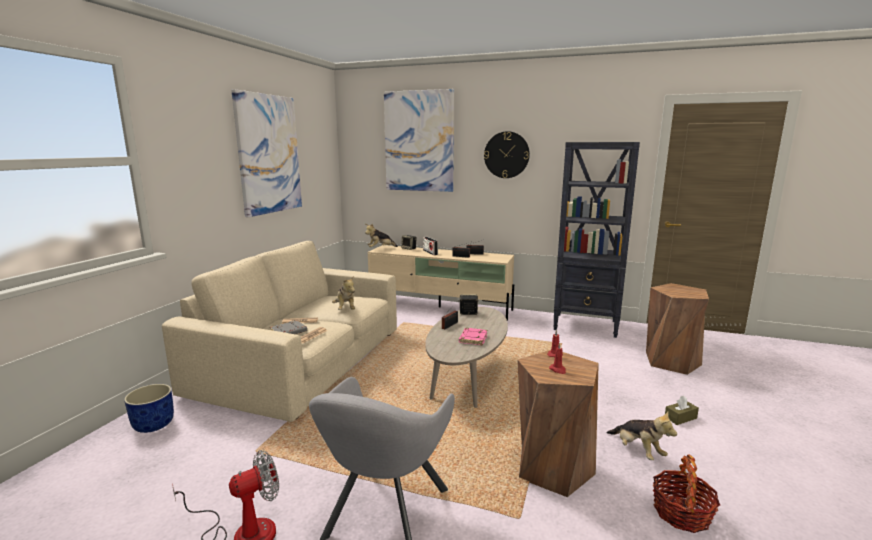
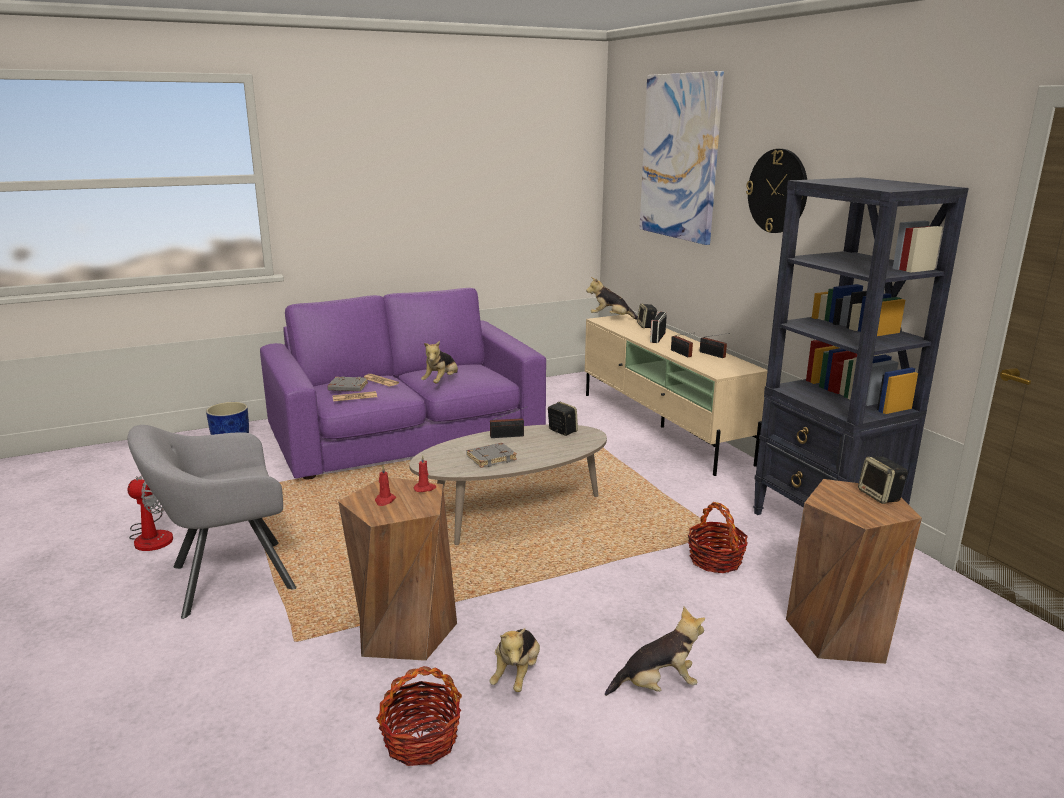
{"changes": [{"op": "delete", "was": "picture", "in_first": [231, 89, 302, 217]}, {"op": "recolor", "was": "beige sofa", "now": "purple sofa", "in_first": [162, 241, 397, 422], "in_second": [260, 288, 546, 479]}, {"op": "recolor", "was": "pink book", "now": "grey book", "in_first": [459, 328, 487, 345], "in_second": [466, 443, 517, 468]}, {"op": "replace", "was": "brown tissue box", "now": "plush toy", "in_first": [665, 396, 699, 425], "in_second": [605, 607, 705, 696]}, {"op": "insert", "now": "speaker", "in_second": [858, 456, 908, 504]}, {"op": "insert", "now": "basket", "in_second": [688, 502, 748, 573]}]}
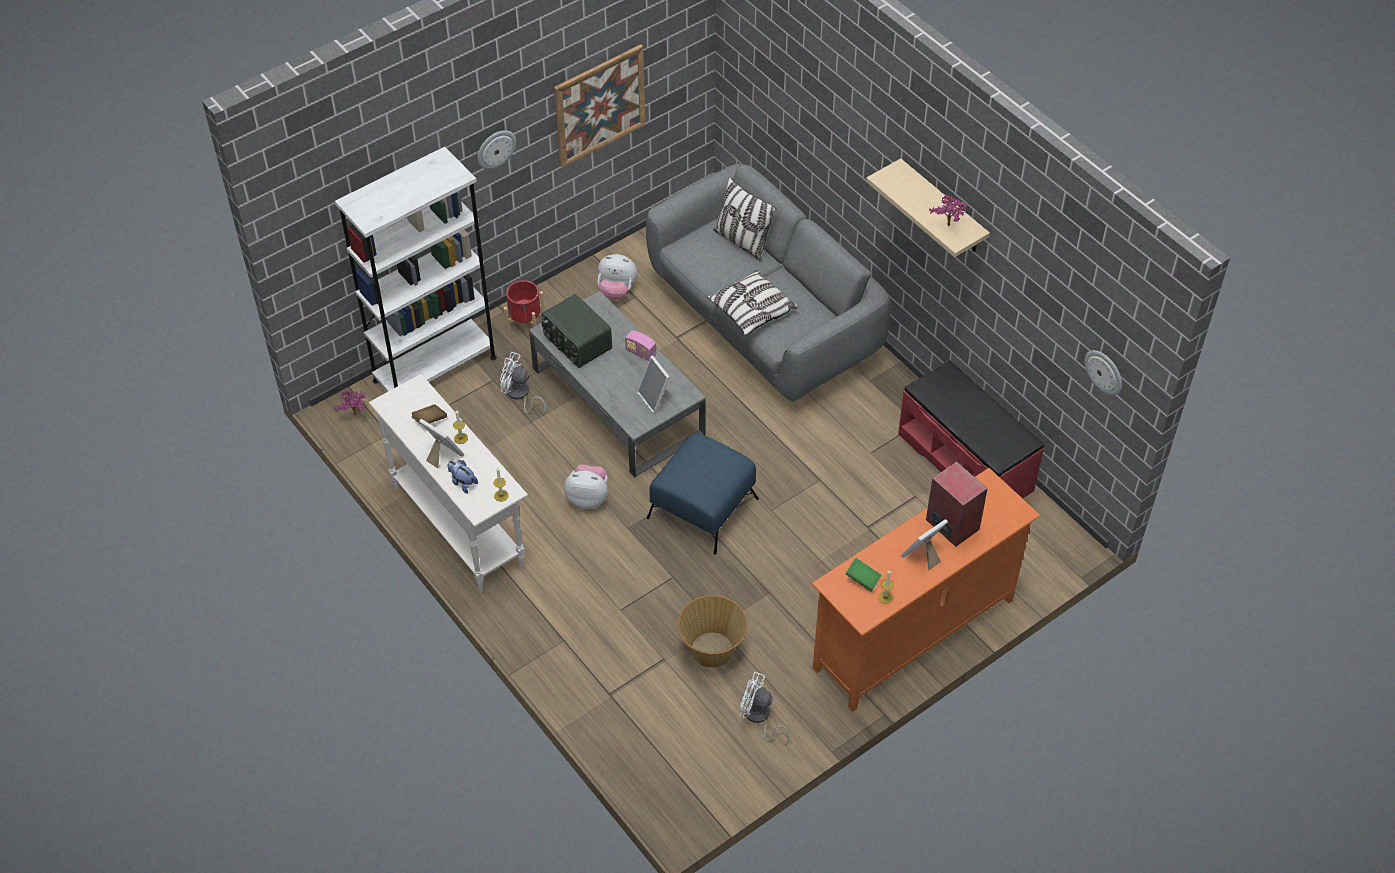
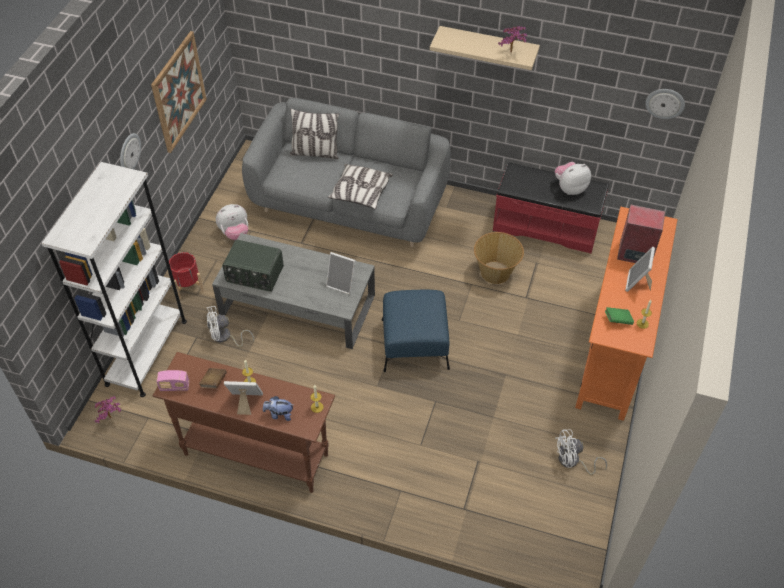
{"changes": [{"op": "move", "was": "radio", "in_first": [625, 330, 657, 361], "in_second": [156, 370, 189, 391]}, {"op": "recolor", "was": "white console table", "now": "brown console table", "in_first": [369, 374, 528, 592], "in_second": [153, 352, 335, 493]}, {"op": "move", "was": "plush toy", "in_first": [564, 464, 608, 509], "in_second": [555, 162, 591, 195]}, {"op": "move", "was": "basket", "in_first": [677, 595, 748, 668], "in_second": [474, 232, 524, 284]}]}
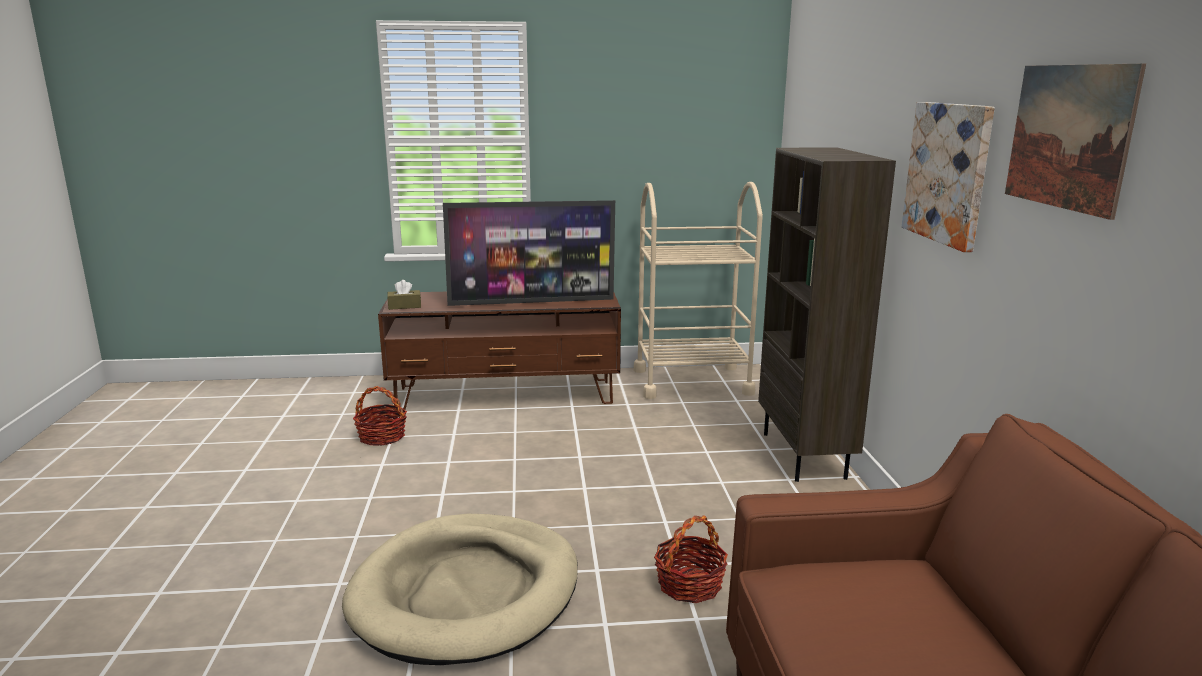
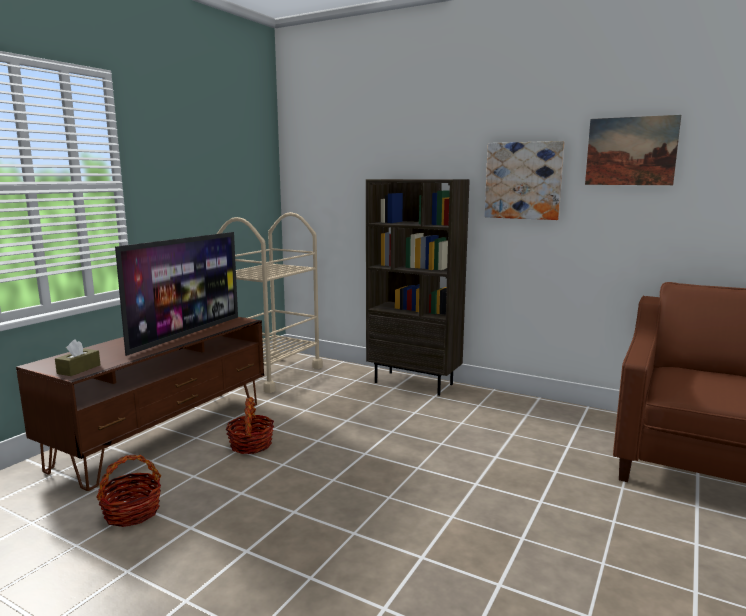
{"changes": [{"op": "delete", "was": "beige dog bed", "in_first": [342, 514, 578, 665]}, {"op": "move", "was": "basket", "in_first": [654, 516, 728, 603], "in_second": [226, 397, 274, 454]}]}
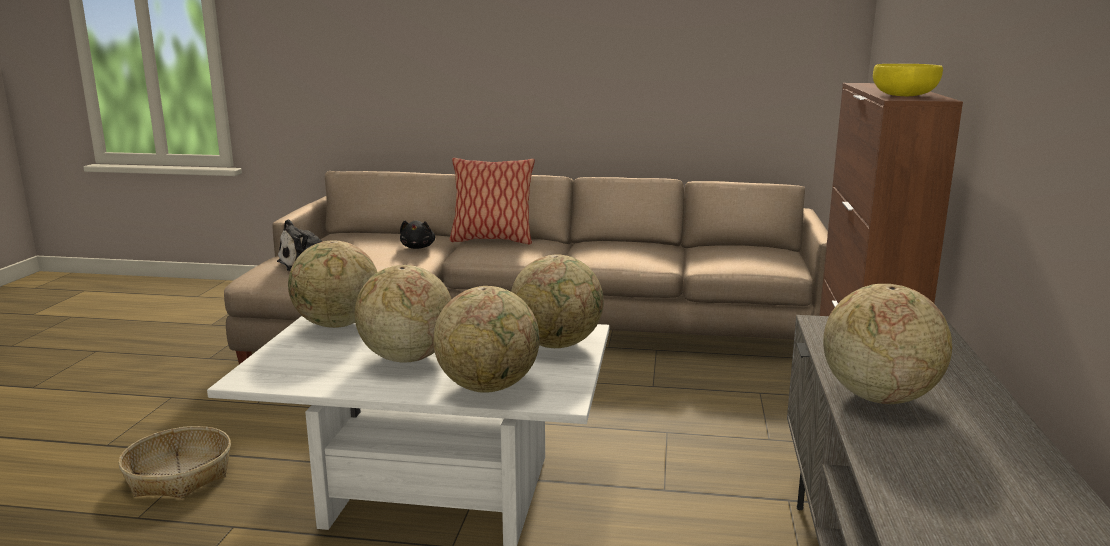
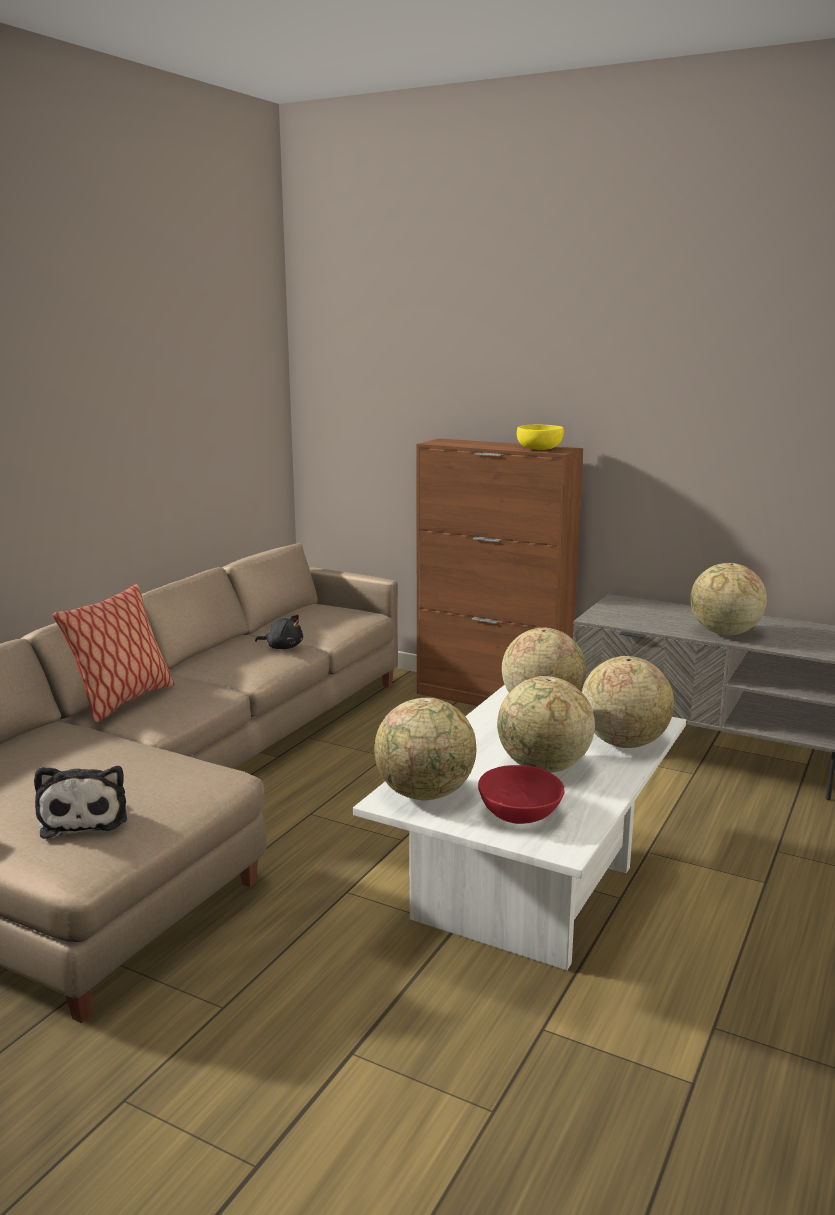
{"changes": [{"op": "move", "was": "black plush toy", "in_first": [400, 220, 435, 249], "in_second": [255, 614, 303, 649]}, {"op": "delete", "was": "basket", "in_first": [119, 426, 231, 498]}, {"op": "insert", "now": "red bowl", "in_second": [478, 765, 565, 824]}]}
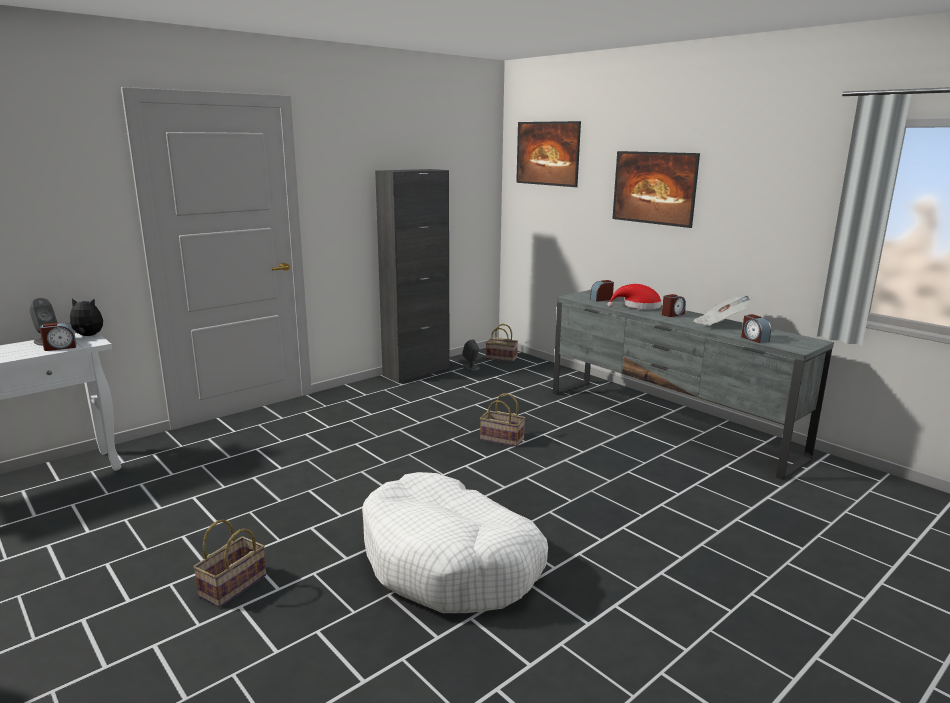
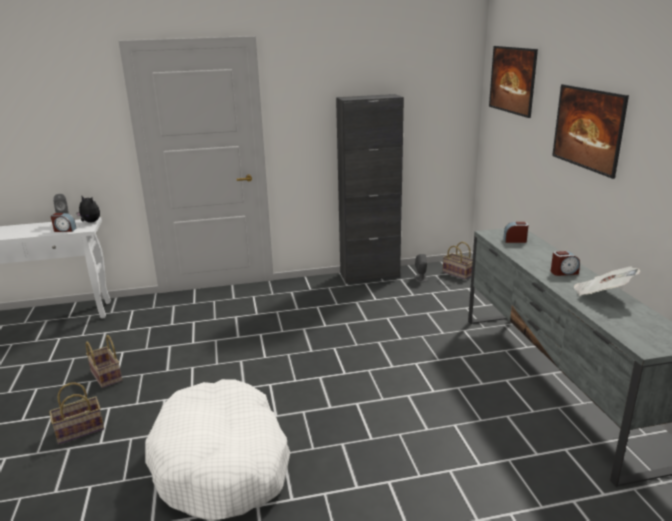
{"changes": [{"op": "delete", "was": "red hat", "in_first": [607, 284, 662, 309]}, {"op": "delete", "was": "alarm clock", "in_first": [741, 314, 771, 343]}, {"op": "move", "was": "basket", "in_first": [480, 393, 525, 447], "in_second": [86, 335, 122, 388]}]}
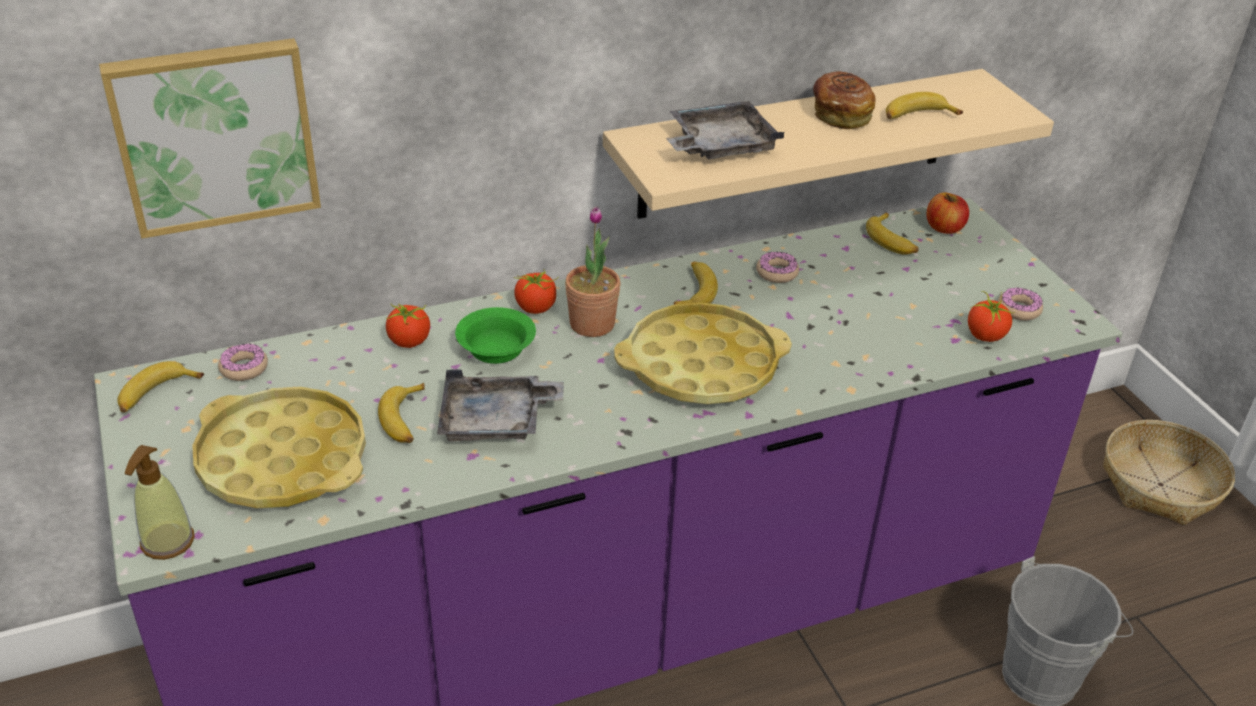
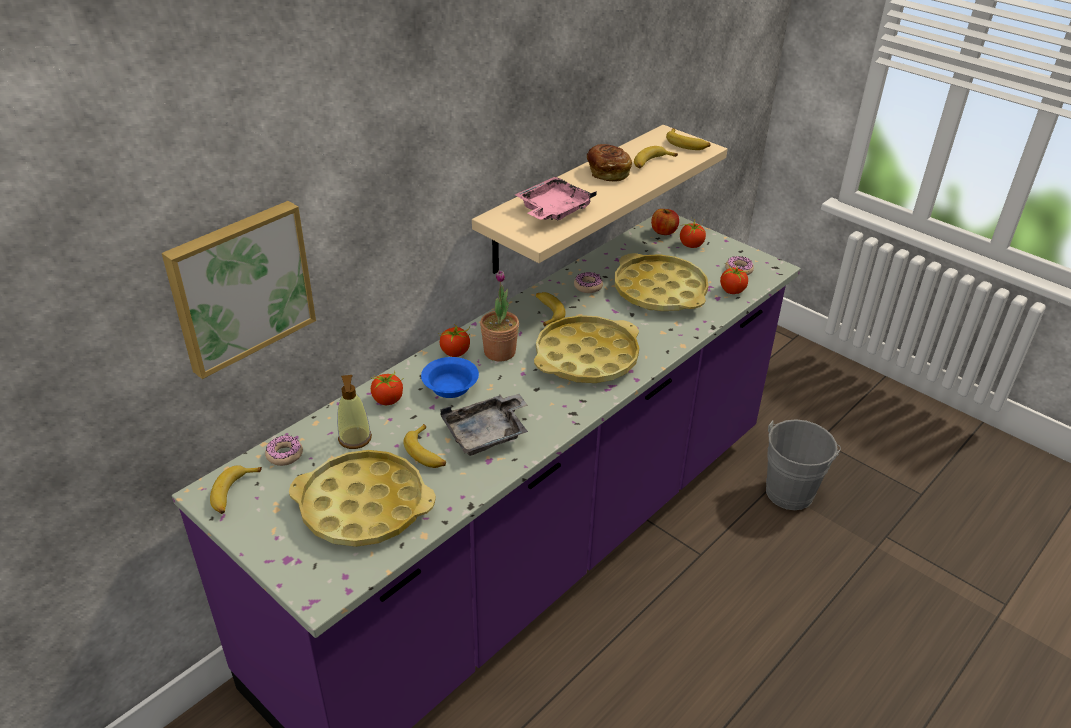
{"changes": [{"op": "recolor", "was": "grey tray", "now": "pink tray", "in_first": [666, 101, 784, 159], "in_second": [515, 176, 597, 220]}, {"op": "move", "was": "banana", "in_first": [866, 212, 919, 255], "in_second": [666, 128, 710, 150]}, {"op": "recolor", "was": "green bowl", "now": "blue bowl", "in_first": [455, 307, 536, 364], "in_second": [421, 357, 479, 398]}, {"op": "delete", "was": "basket", "in_first": [1103, 420, 1235, 525]}, {"op": "move", "was": "soap dispenser", "in_first": [125, 445, 195, 560], "in_second": [337, 375, 372, 449]}, {"op": "insert", "now": "tomato", "in_second": [680, 218, 706, 248]}, {"op": "insert", "now": "yellow tray", "in_second": [615, 253, 708, 311]}]}
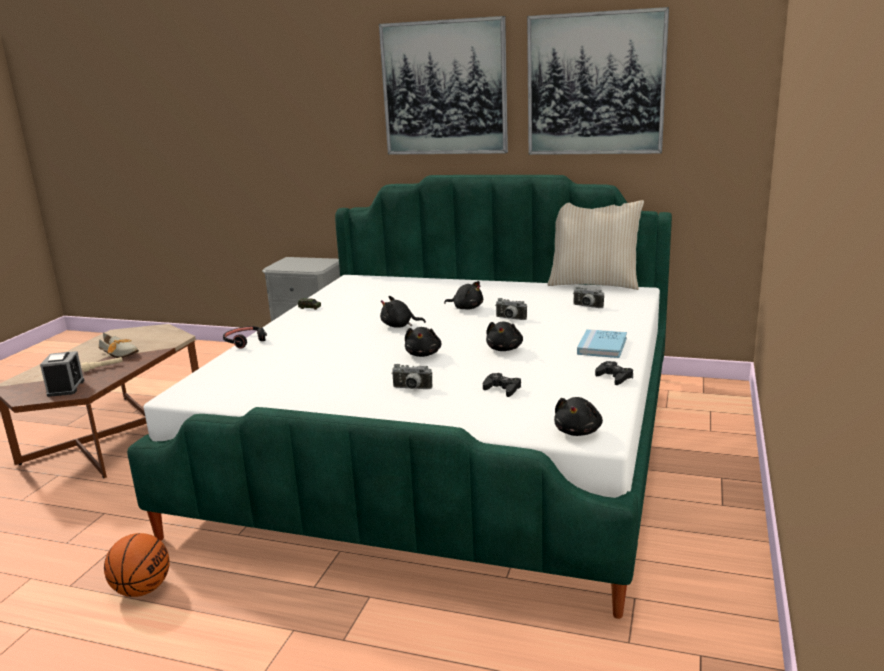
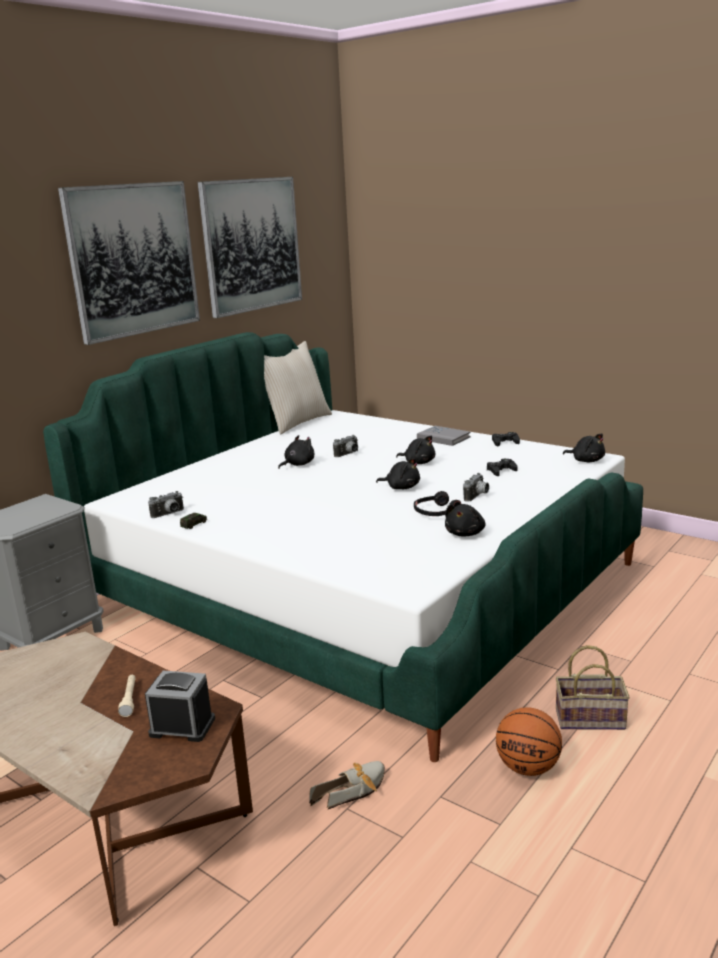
{"changes": [{"op": "move", "was": "photo camera", "in_first": [573, 286, 604, 308], "in_second": [148, 491, 184, 518]}, {"op": "move", "was": "black plush toy", "in_first": [380, 296, 426, 327], "in_second": [445, 504, 485, 536]}, {"op": "move", "was": "black headphones", "in_first": [223, 326, 267, 349], "in_second": [414, 491, 461, 516]}, {"op": "recolor", "was": "blue book", "now": "grey book", "in_first": [577, 329, 627, 358], "in_second": [417, 426, 471, 446]}, {"op": "move", "was": "shoe", "in_first": [98, 333, 139, 358], "in_second": [309, 761, 385, 809]}, {"op": "insert", "now": "basket", "in_second": [556, 645, 630, 730]}]}
